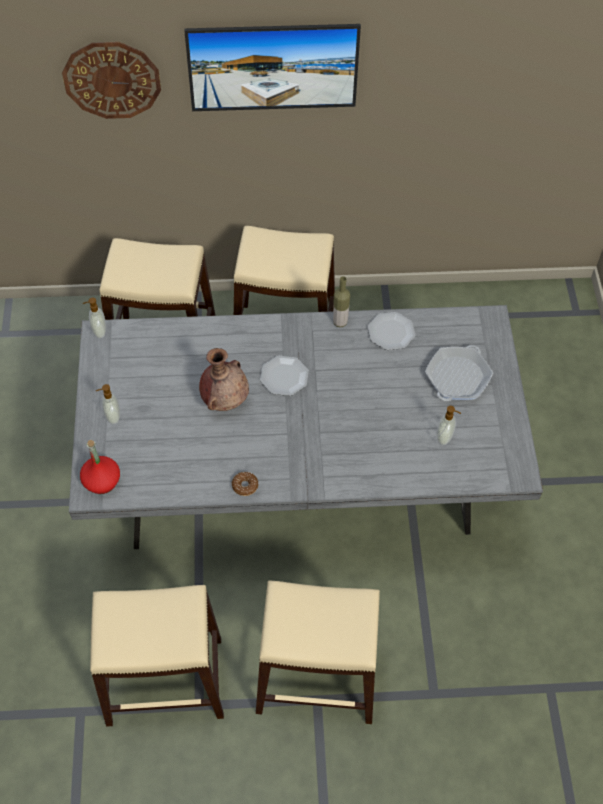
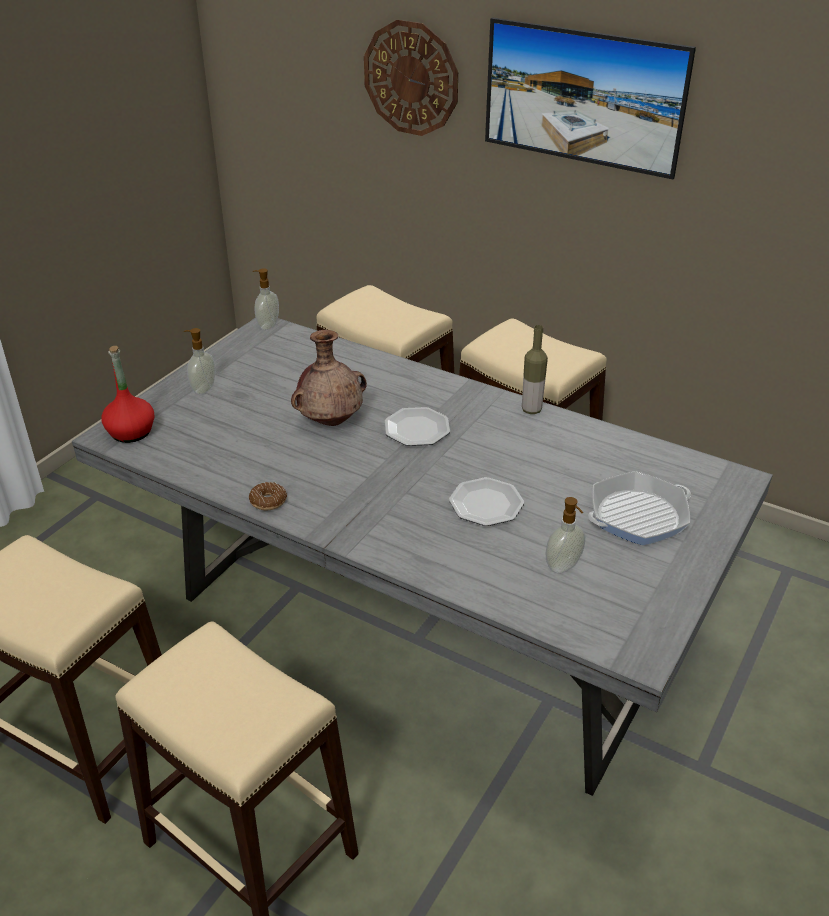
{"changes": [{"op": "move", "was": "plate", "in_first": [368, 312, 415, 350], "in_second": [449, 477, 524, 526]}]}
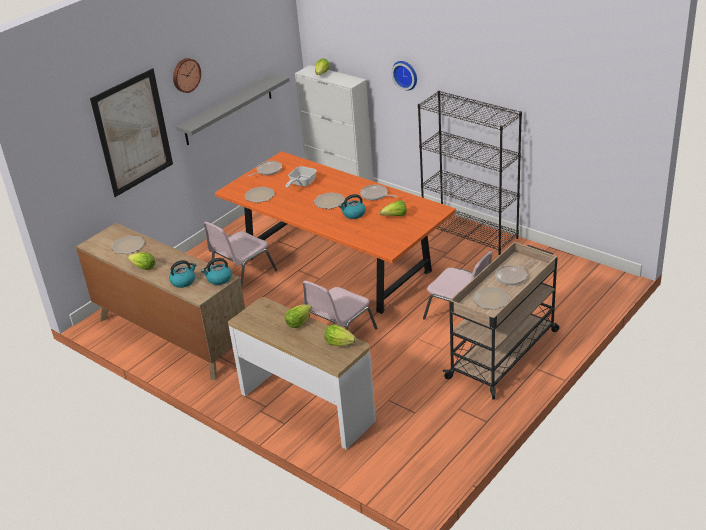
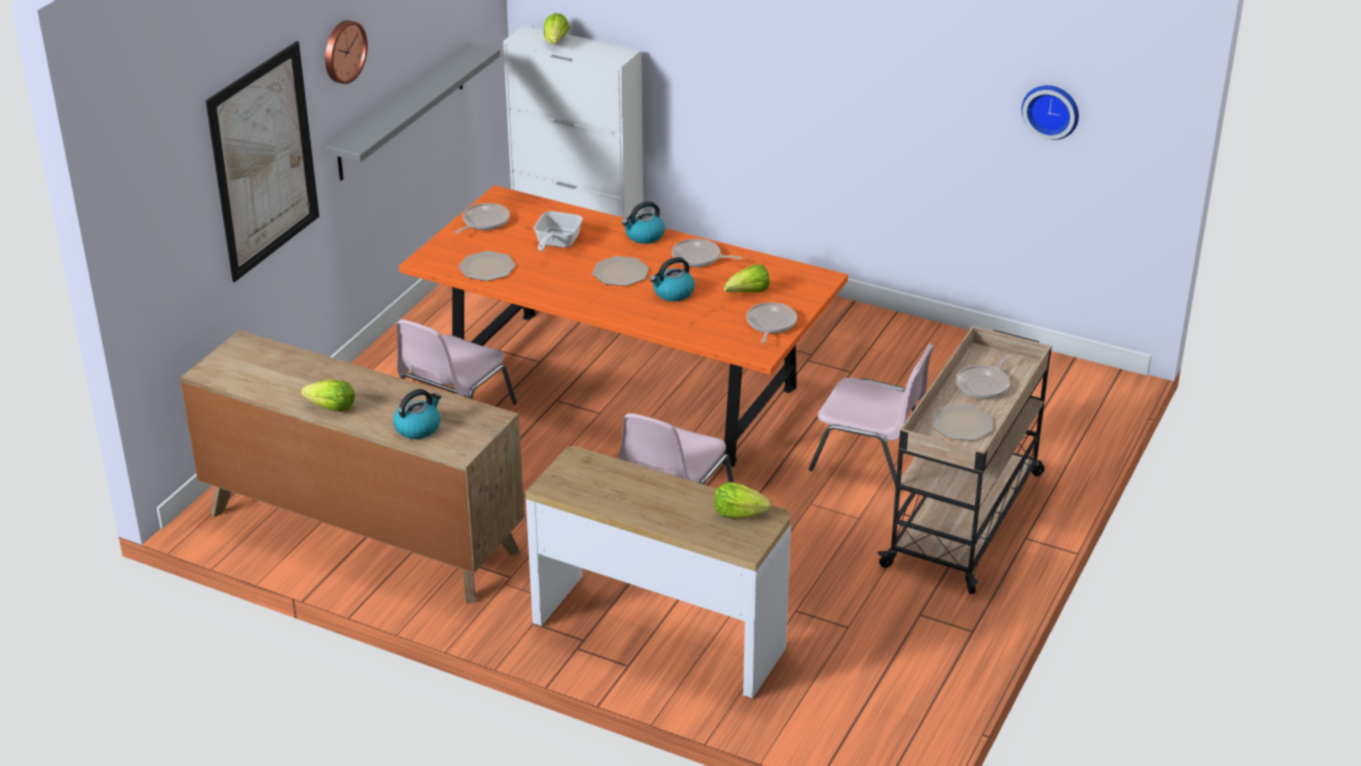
{"changes": [{"op": "move", "was": "wall clock", "in_first": [391, 61, 417, 91], "in_second": [1022, 85, 1079, 140]}, {"op": "delete", "was": "black bookcase", "in_first": [418, 91, 522, 255]}, {"op": "delete", "was": "plate", "in_first": [111, 236, 145, 254]}, {"op": "move", "was": "kettle", "in_first": [201, 258, 232, 285], "in_second": [622, 201, 665, 244]}, {"op": "delete", "was": "lettuce", "in_first": [285, 305, 312, 328]}, {"op": "insert", "now": "frying pan", "in_second": [746, 302, 797, 343]}]}
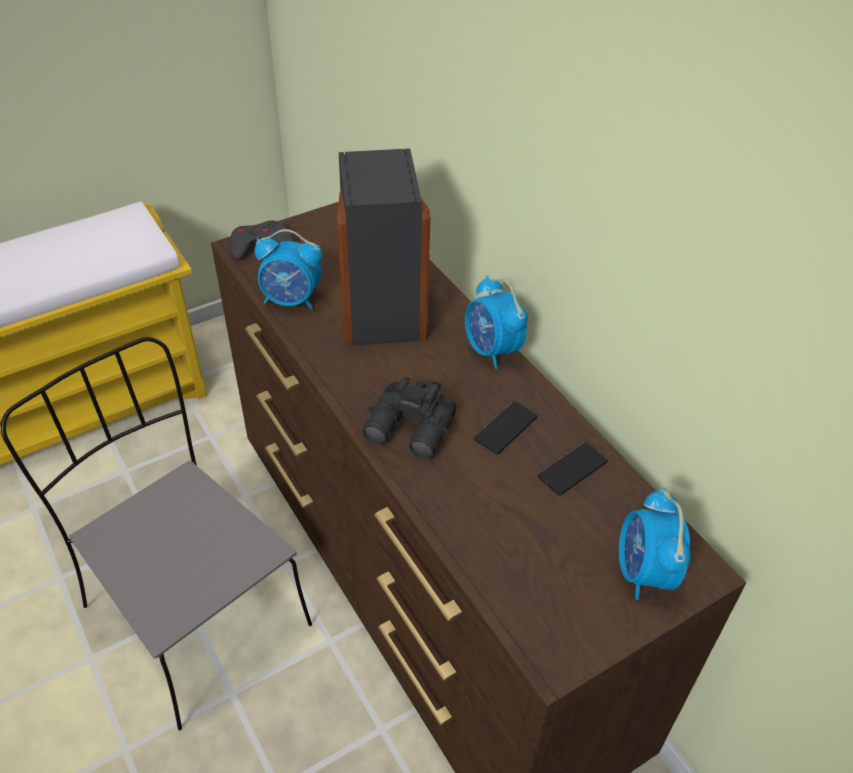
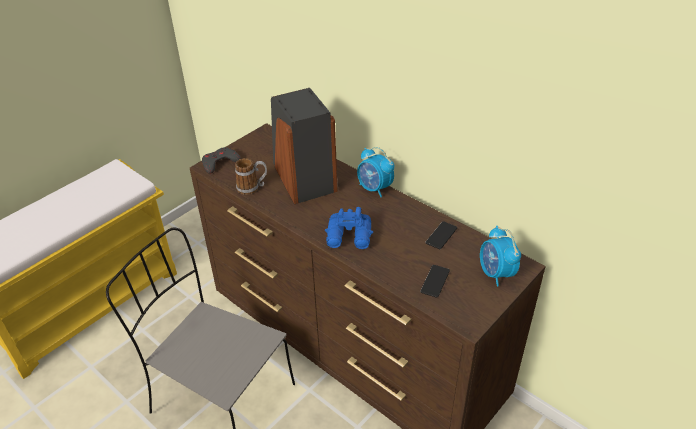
{"changes": [{"op": "replace", "was": "alarm clock", "now": "mug", "in_first": [254, 229, 322, 310], "in_second": [235, 158, 267, 195]}, {"op": "recolor", "was": "black binoculars", "now": "blue binoculars", "in_first": [363, 377, 457, 459], "in_second": [325, 207, 373, 249]}, {"op": "move", "was": "phone", "in_first": [474, 401, 537, 454], "in_second": [420, 265, 450, 298]}]}
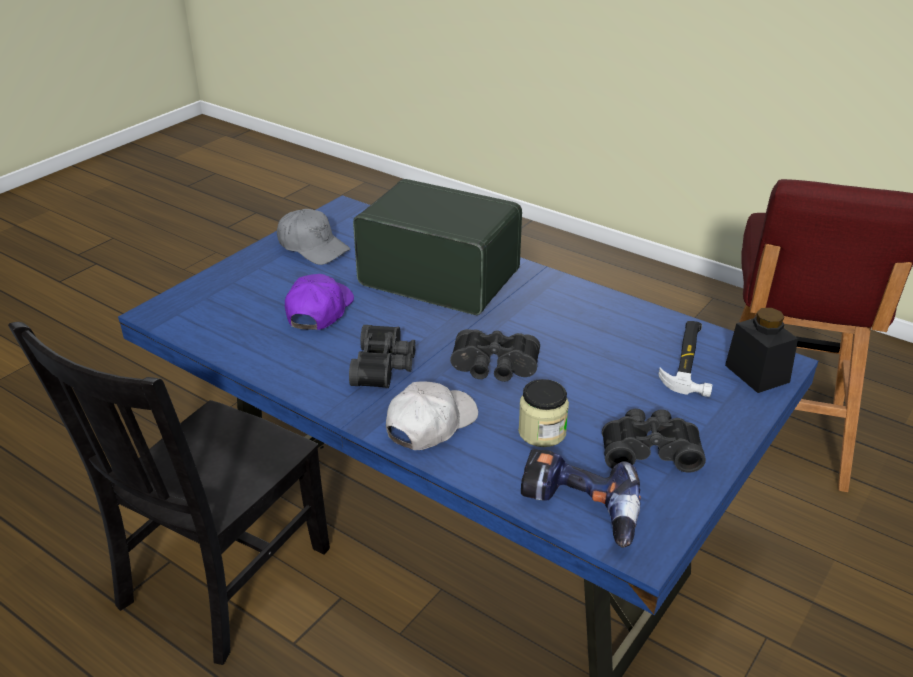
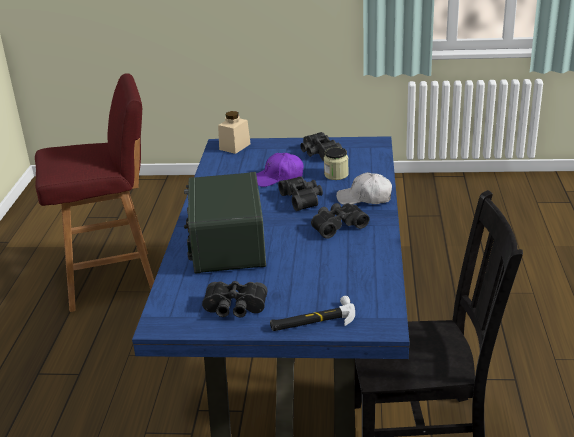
{"changes": [{"op": "replace", "was": "grey cap", "now": "black binoculars", "in_first": [277, 209, 350, 265], "in_second": [202, 281, 267, 318]}, {"op": "move", "was": "purple cap", "in_first": [285, 274, 354, 330], "in_second": [256, 153, 304, 187]}, {"op": "recolor", "was": "black jar", "now": "beige jar", "in_first": [725, 308, 798, 393], "in_second": [218, 111, 251, 154]}, {"op": "move", "was": "hammer", "in_first": [658, 321, 712, 397], "in_second": [270, 296, 355, 331]}, {"op": "delete", "was": "power drill", "in_first": [521, 449, 641, 548]}]}
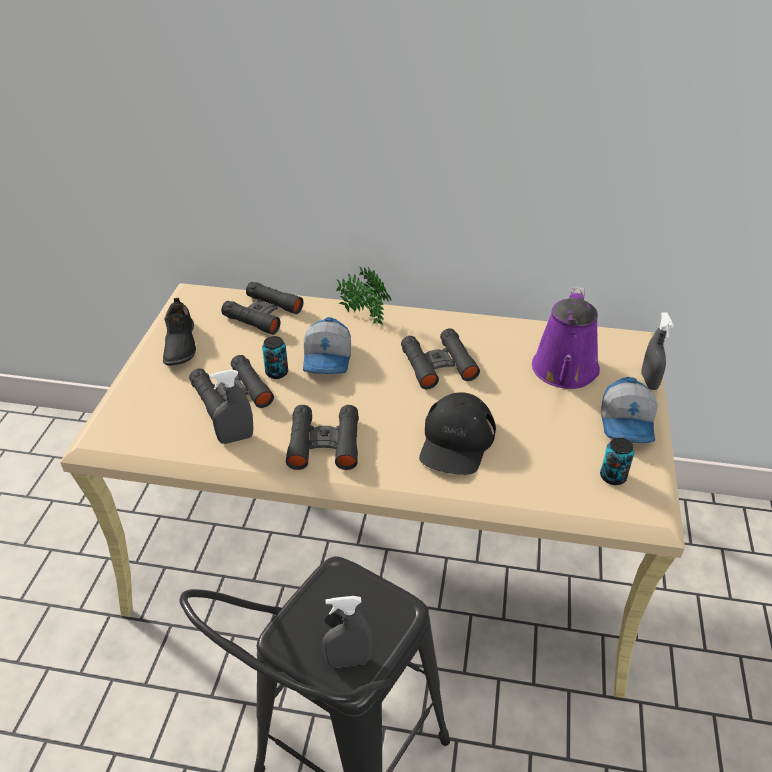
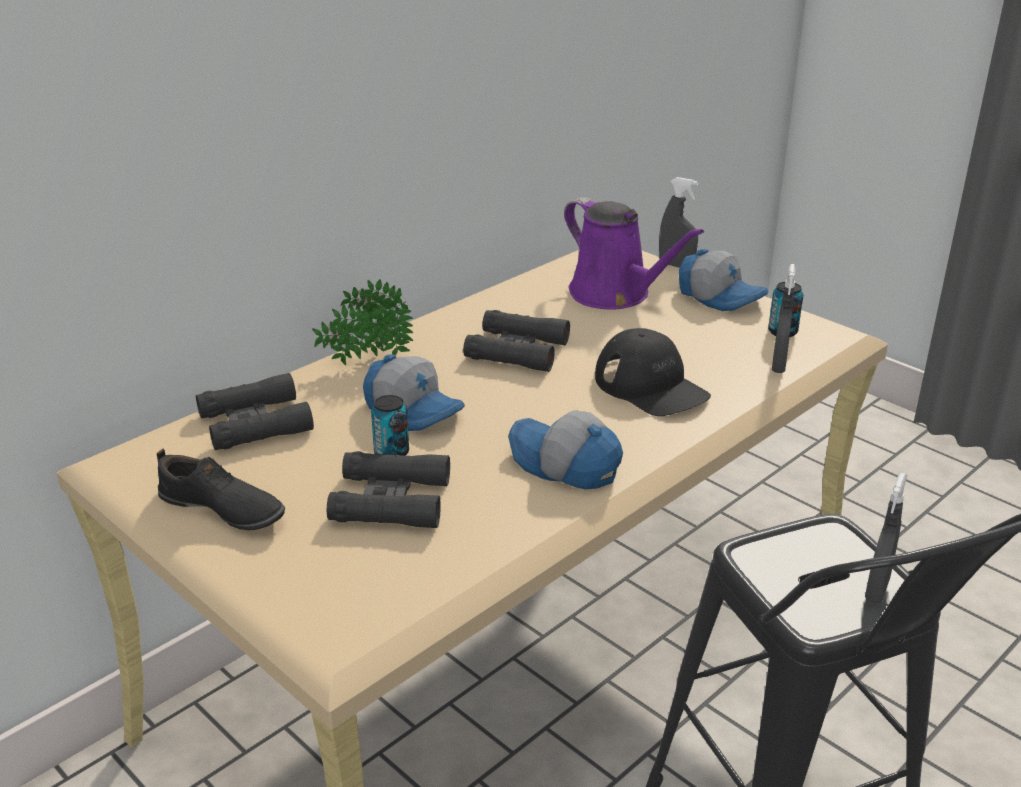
{"changes": [{"op": "move", "was": "grey spray bottle", "in_first": [209, 369, 253, 444], "in_second": [772, 264, 796, 373]}, {"op": "replace", "was": "black binoculars", "now": "cap", "in_first": [286, 405, 359, 470], "in_second": [508, 410, 623, 490]}]}
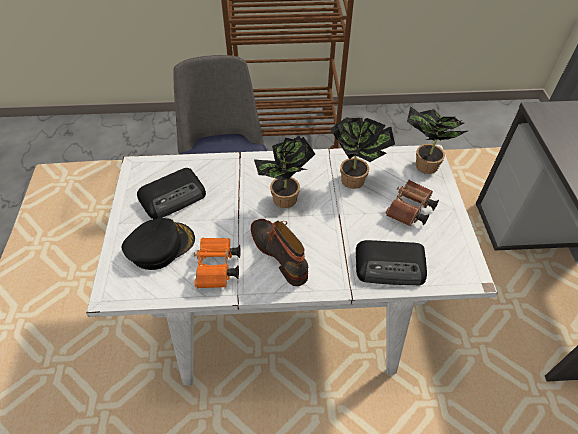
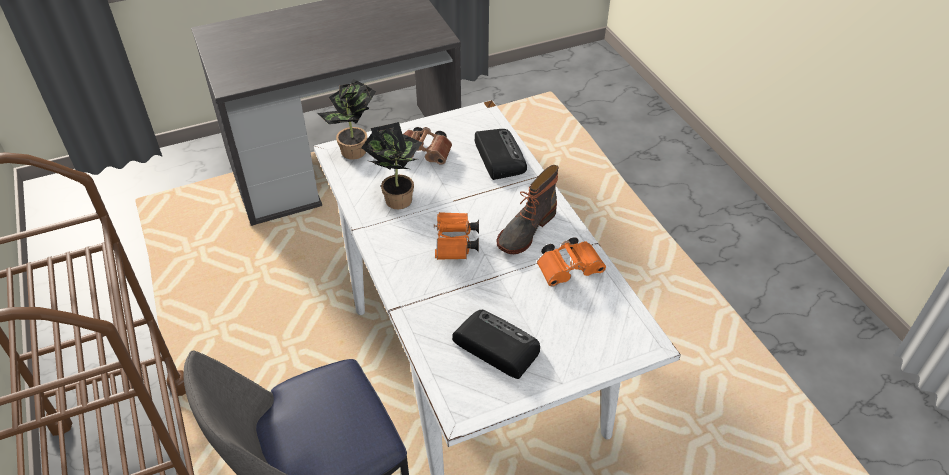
{"changes": [{"op": "replace", "was": "potted plant", "now": "orange binoculars", "in_first": [254, 136, 315, 208], "in_second": [434, 212, 479, 260]}, {"op": "delete", "was": "black cap", "in_first": [122, 218, 195, 270]}]}
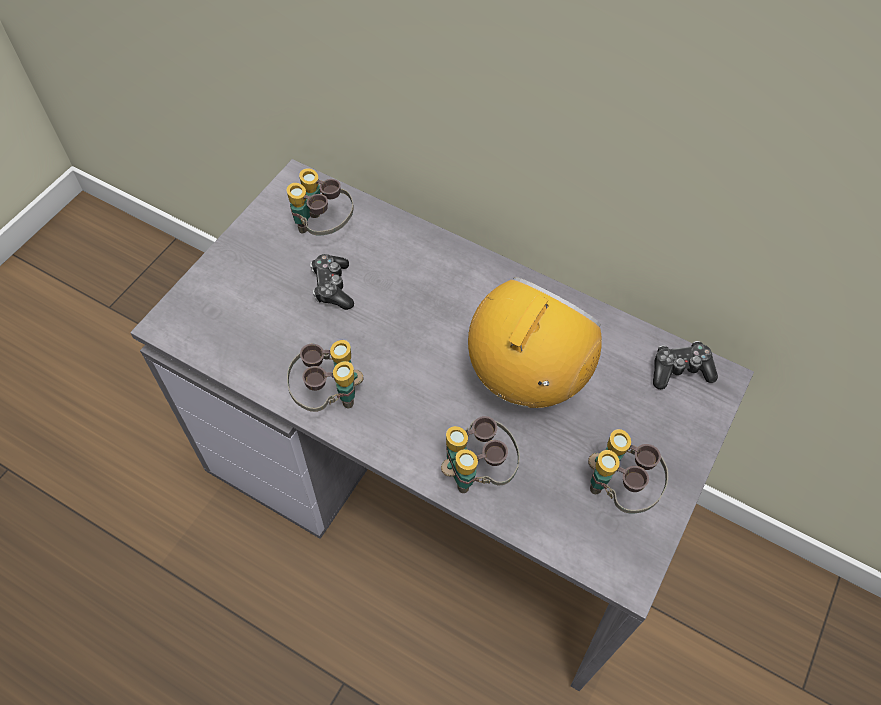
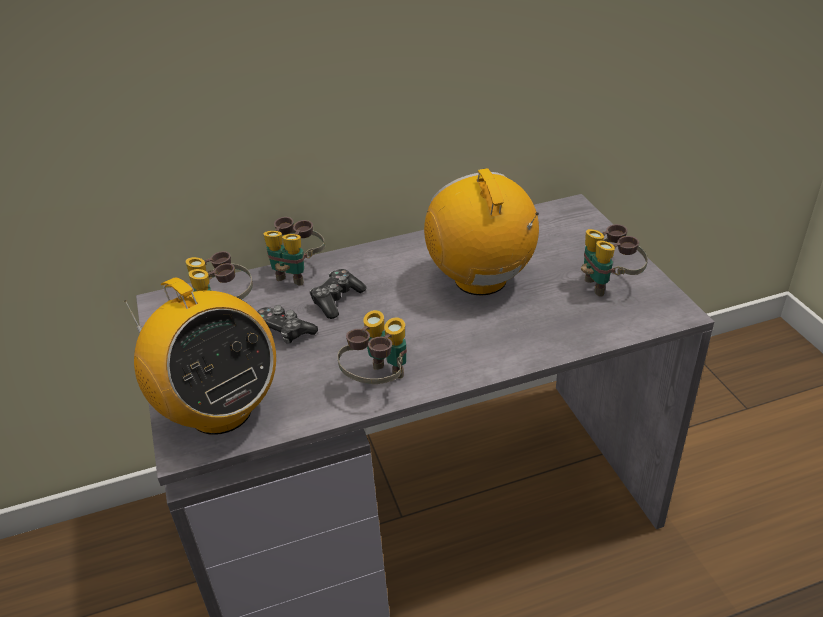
{"changes": [{"op": "move", "was": "game controller", "in_first": [653, 341, 718, 389], "in_second": [309, 269, 367, 319]}, {"op": "move", "was": "binoculars", "in_first": [441, 416, 520, 493], "in_second": [263, 217, 325, 286]}, {"op": "insert", "now": "radio", "in_second": [125, 278, 276, 435]}]}
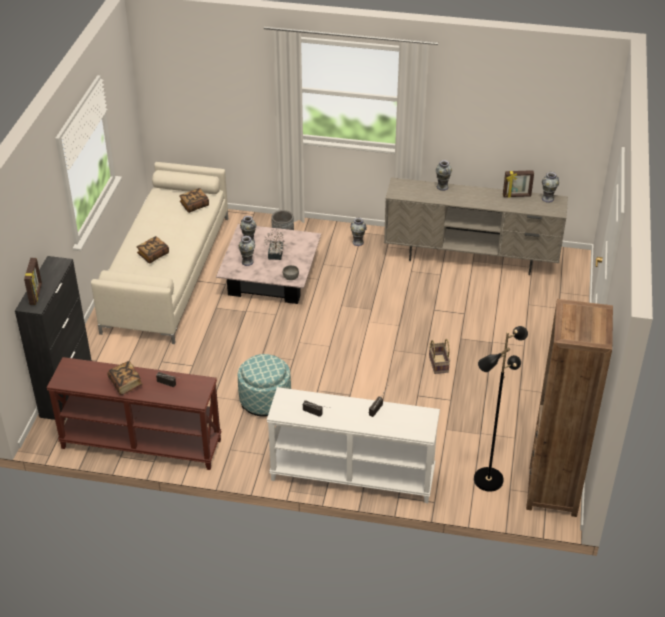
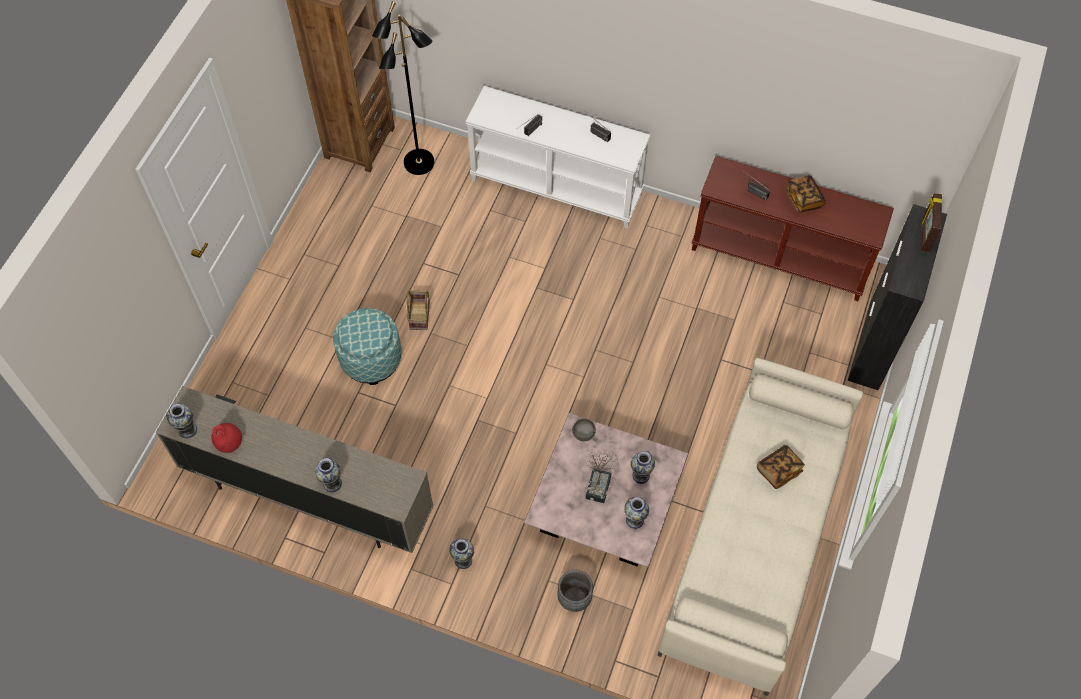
{"changes": [{"op": "replace", "was": "picture frame", "now": "red vase", "in_first": [503, 170, 534, 198], "in_second": [211, 423, 242, 453]}, {"op": "delete", "was": "book", "in_first": [179, 188, 209, 213]}, {"op": "move", "was": "ottoman", "in_first": [238, 354, 291, 417], "in_second": [333, 308, 402, 385]}]}
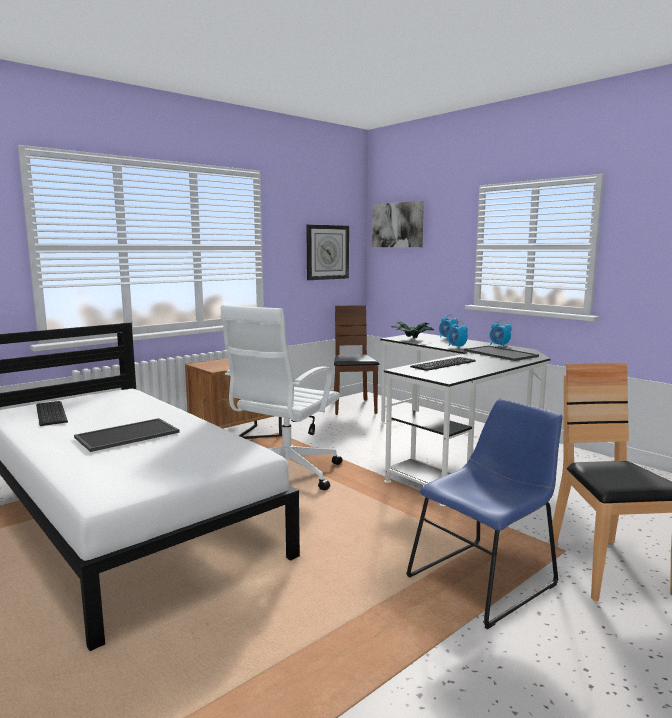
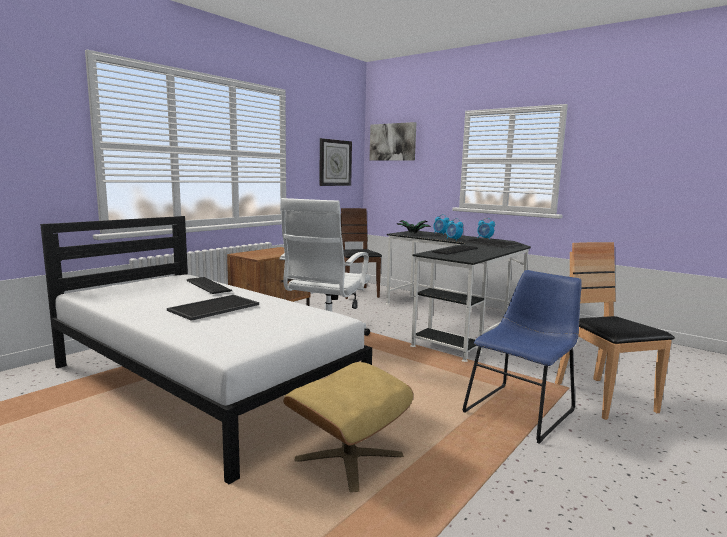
{"changes": [{"op": "move", "was": "keyboard", "in_first": [36, 401, 68, 426], "in_second": [187, 277, 233, 294]}, {"op": "insert", "now": "beige ottoman", "in_second": [283, 362, 413, 492]}]}
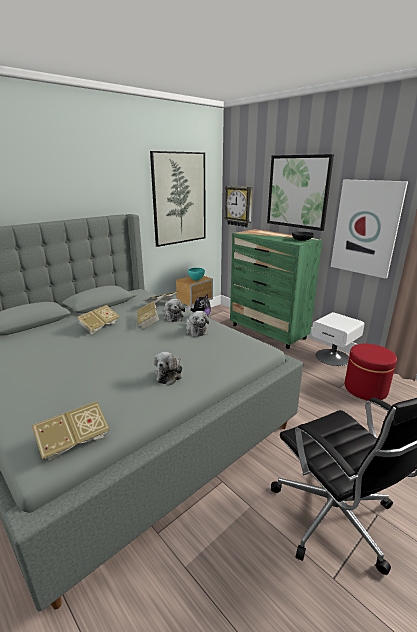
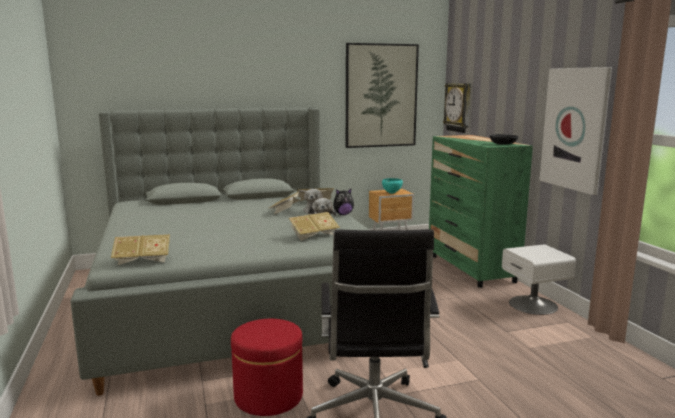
{"changes": [{"op": "delete", "was": "picture", "in_first": [267, 154, 334, 231]}, {"op": "move", "was": "book", "in_first": [77, 305, 120, 334], "in_second": [289, 212, 340, 241]}, {"op": "move", "was": "red ottoman", "in_first": [345, 344, 397, 401], "in_second": [231, 319, 303, 416]}, {"op": "delete", "was": "plush toy", "in_first": [154, 352, 182, 385]}]}
